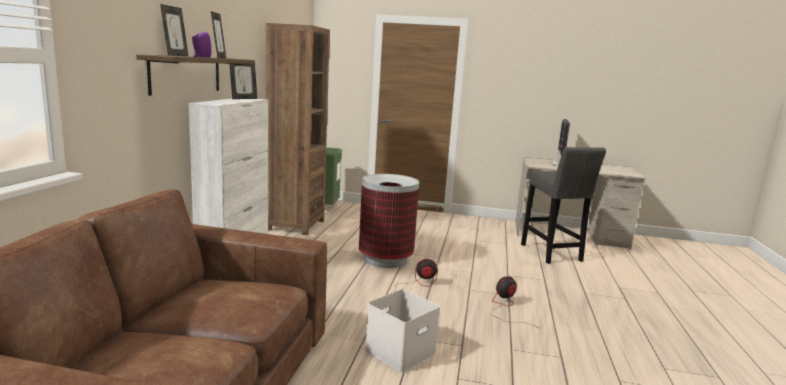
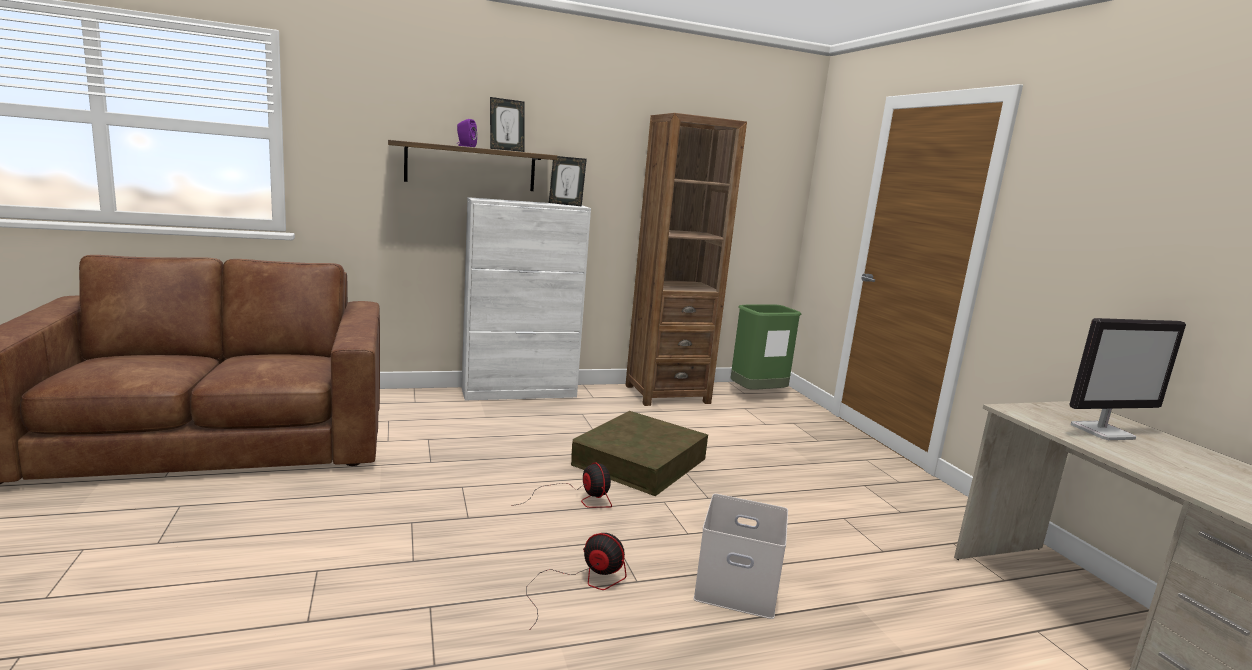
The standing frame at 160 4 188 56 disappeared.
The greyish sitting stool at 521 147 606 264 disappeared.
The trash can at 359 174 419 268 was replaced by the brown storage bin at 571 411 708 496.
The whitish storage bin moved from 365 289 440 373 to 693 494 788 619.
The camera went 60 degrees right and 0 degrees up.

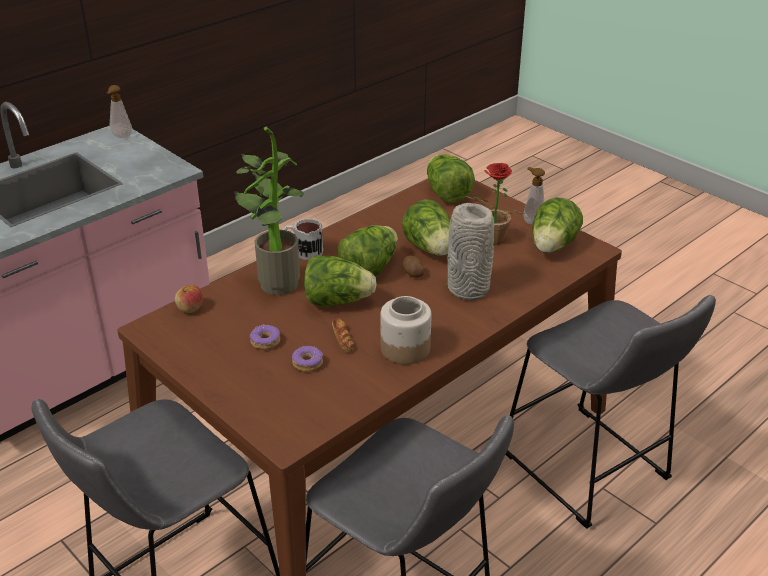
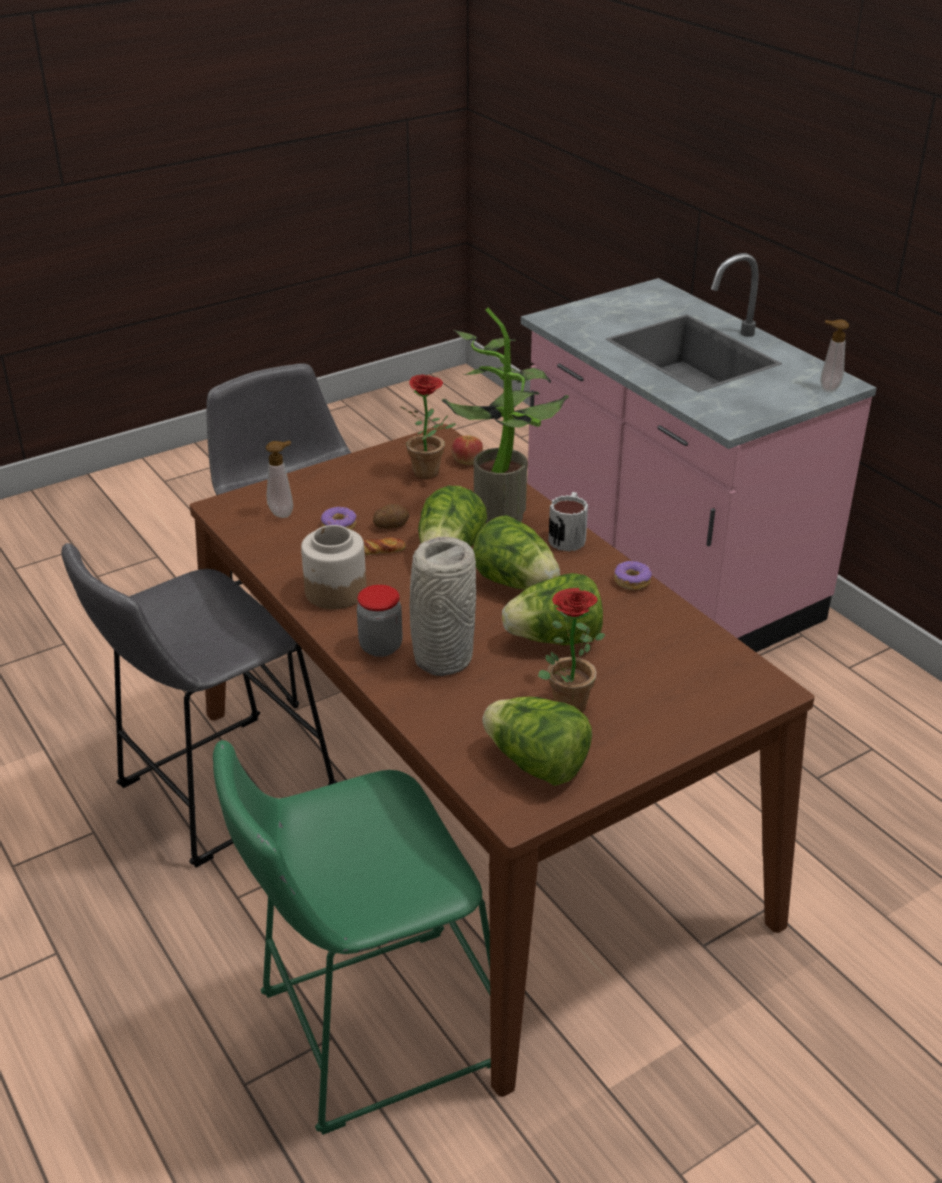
The head of lettuce at 427 154 475 203 disappeared.
The soap bottle moved from 524 167 545 224 to 266 441 293 518.
The potato moved from 403 255 425 278 to 373 504 409 529.
The greyish sitting stool at 506 295 716 529 became the green sitting stool at 213 740 491 1135.
The donut moved from 250 324 280 350 to 614 561 652 590.
The potted plant at 401 375 456 479 appeared.
The storage jar at 357 585 402 657 appeared.
The camera went 100 degrees right and 0 degrees up.

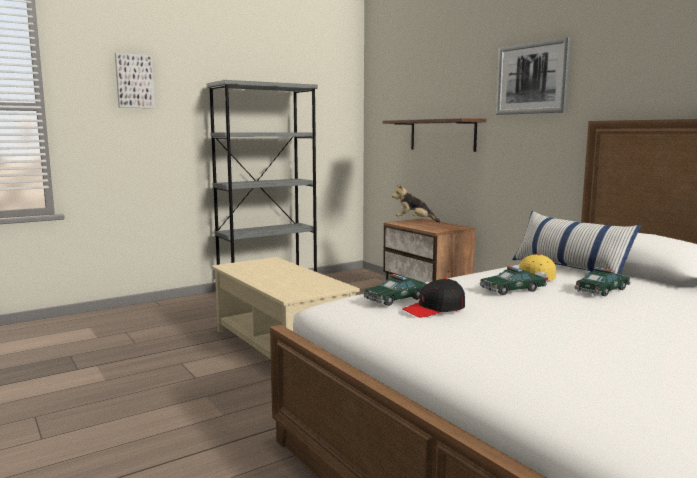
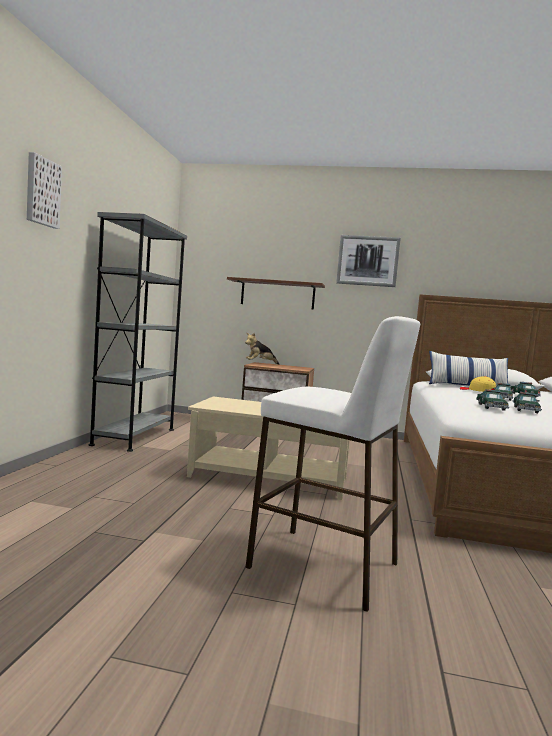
The black-coloured baseball cap at 402 278 465 317 was replaced by the miniature car at 513 392 542 413.
The whitish sitting stool at 245 316 420 612 appeared.
The camera went 45 degrees left and 5 degrees down.

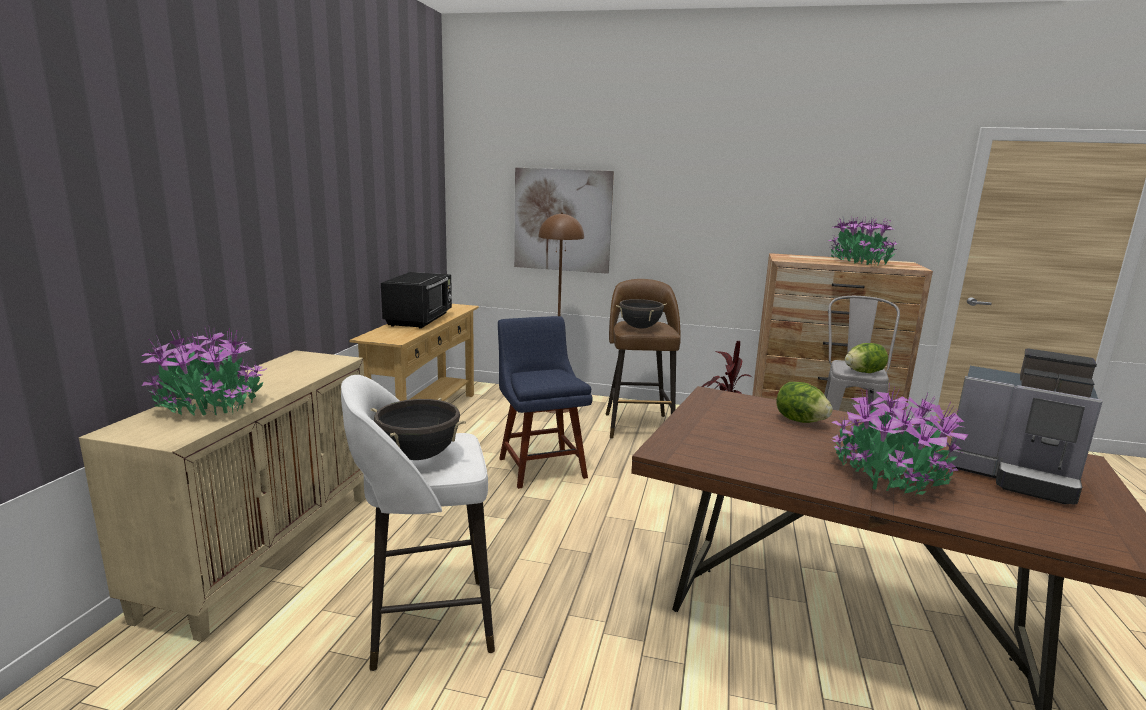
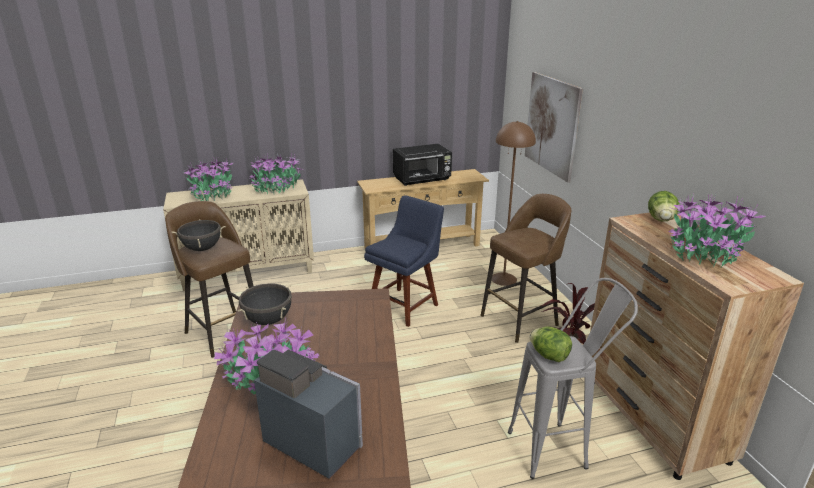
The black-coloured cooking pot moved from 616 299 667 329 to 237 283 292 325.
The coffee machine at 947 348 1103 505 turned 120 degrees clockwise.
The whitish sitting stool at 341 375 495 671 became the brown sitting stool at 165 201 253 358.
The head of lettuce moved from 776 382 833 423 to 648 191 680 221.
The potted plant at 250 154 303 195 appeared.
The camera went 60 degrees right and 10 degrees up.

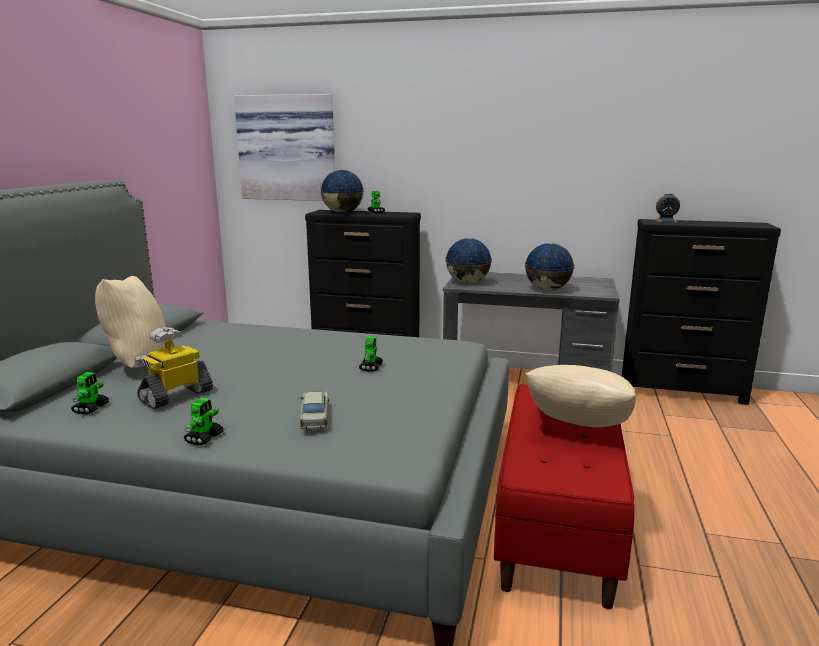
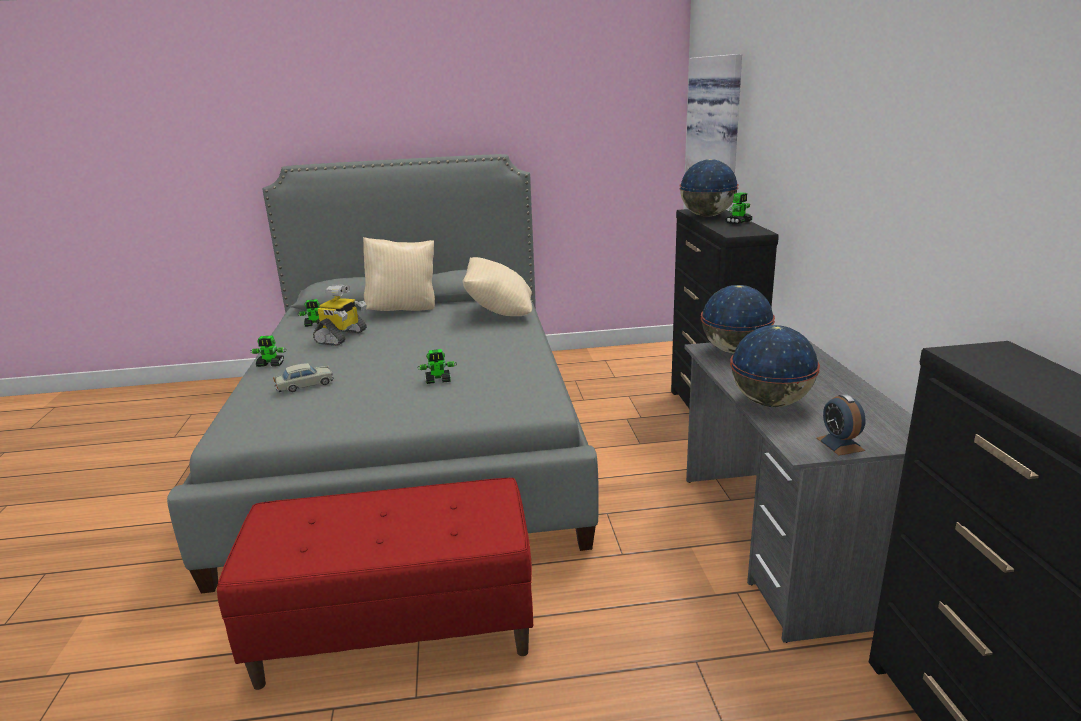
The alarm clock moved from 655 193 680 223 to 816 394 866 456.
The model robot at 134 327 213 409 turned 90 degrees clockwise.
The beige cushion moved from 526 365 636 427 to 463 257 532 316.
The camera went 70 degrees right and 5 degrees up.

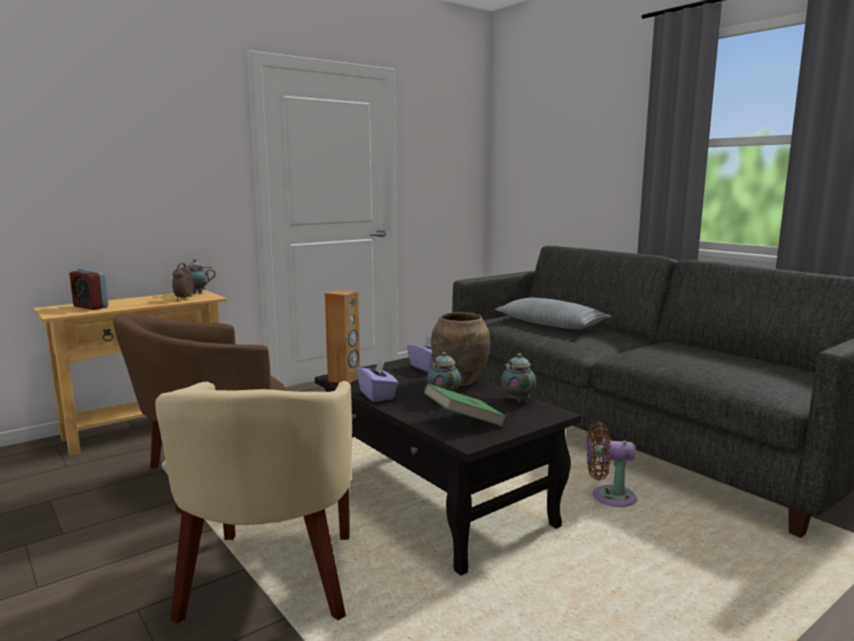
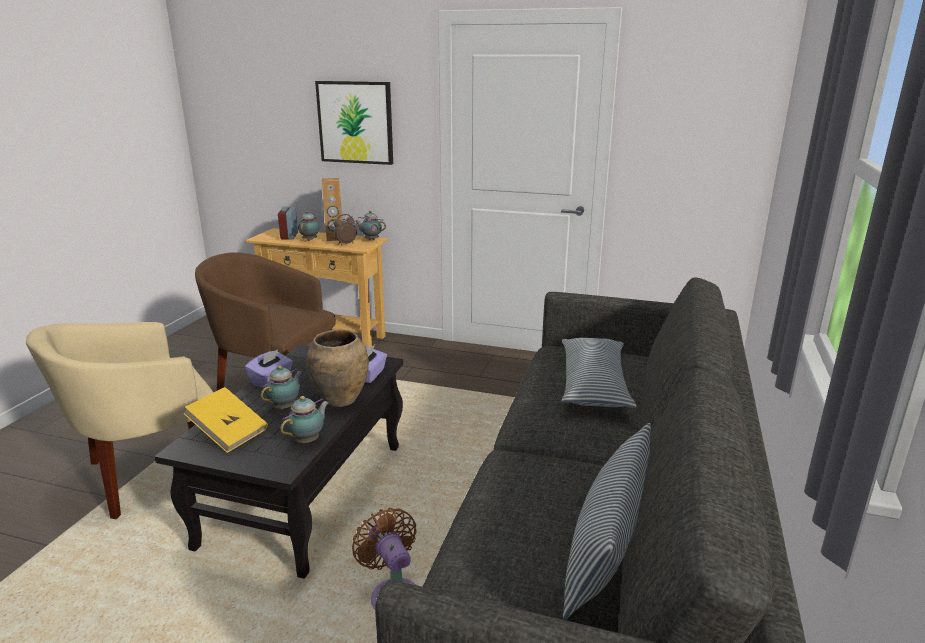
The brown audio speaker moved from 325 290 360 383 to 322 178 342 241.
The green volume at 424 384 507 427 became the yellow volume at 184 387 268 453.
The picture at 315 81 393 165 appeared.
The pot for tea at 298 211 320 241 appeared.
The cushion at 563 423 651 620 appeared.
The camera went 55 degrees right and 10 degrees up.

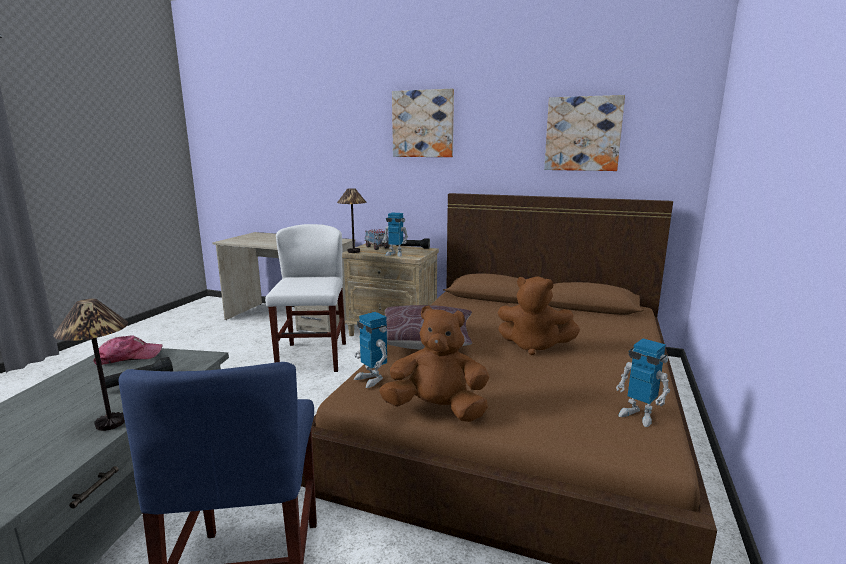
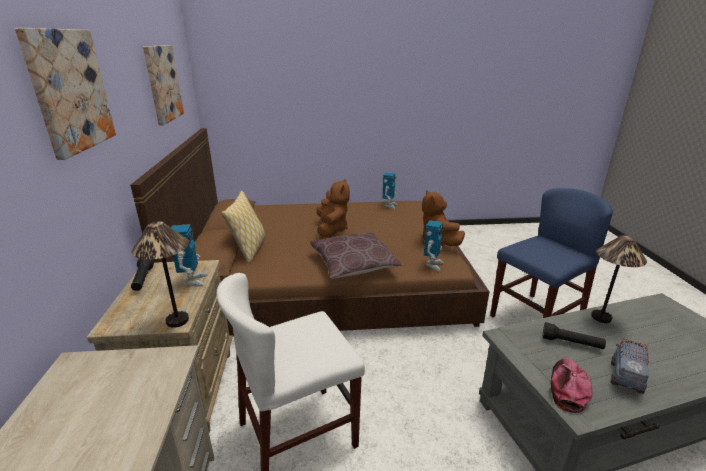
The toy truck moved from 365 229 389 250 to 610 339 649 394.
The baseball cap at 93 335 163 365 turned 75 degrees clockwise.
The cushion at 221 191 266 263 appeared.
The camera went 115 degrees left and 10 degrees up.

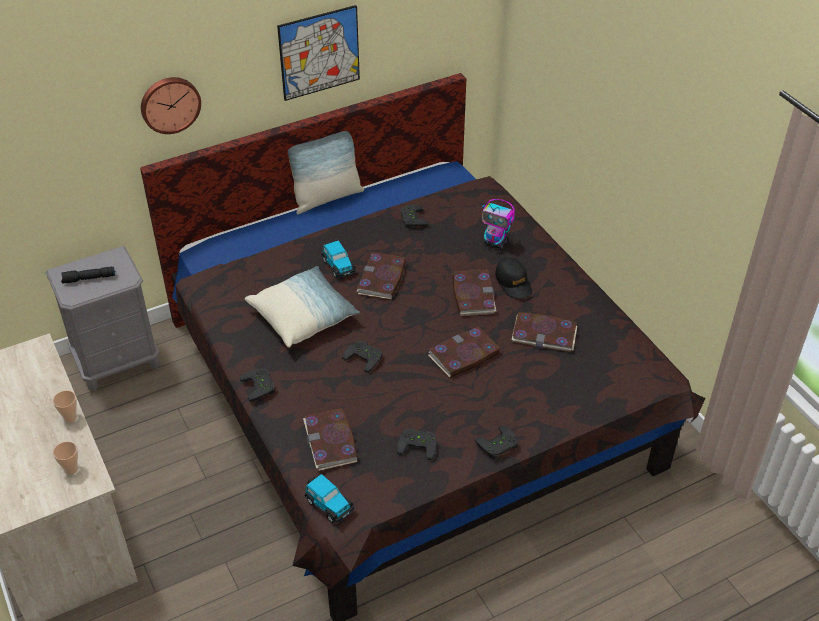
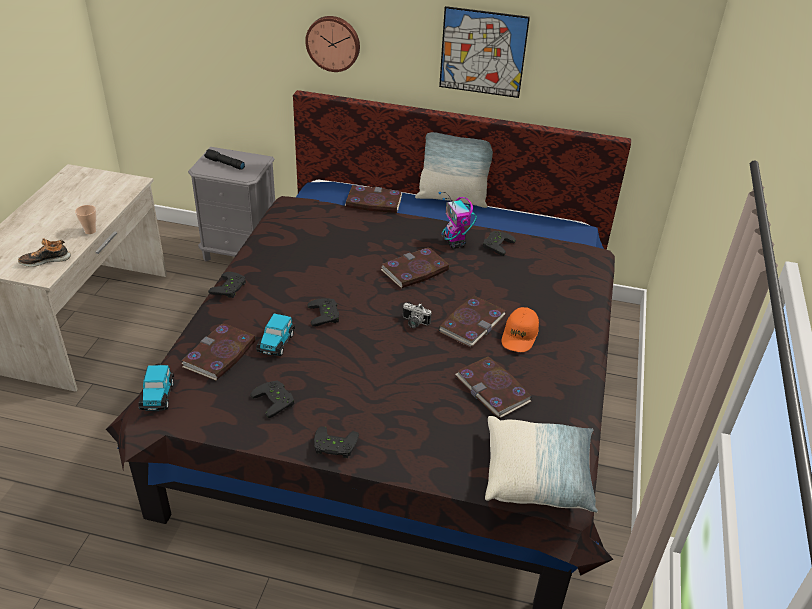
The model robot moved from 482 199 515 249 to 438 191 477 248.
The miniature car moved from 322 241 356 278 to 256 313 295 356.
The black-coloured baseball cap at 495 257 532 299 became the orangey baseball cap at 502 307 539 352.
The cushion moved from 245 266 360 348 to 485 416 598 513.
The volume moved from 428 327 500 377 to 345 185 402 213.
The drinking cup at 53 441 78 475 was replaced by the shoe at 18 238 71 267.
The still camera at 403 303 432 328 appeared.
The camera went 40 degrees right and 5 degrees down.

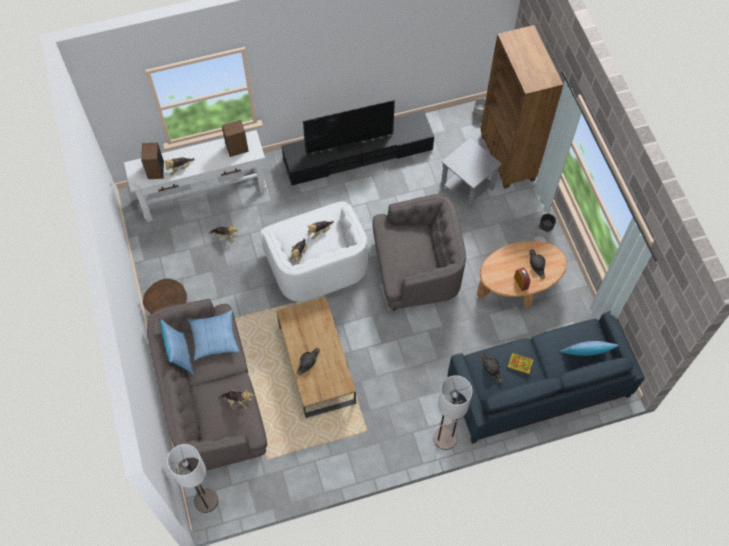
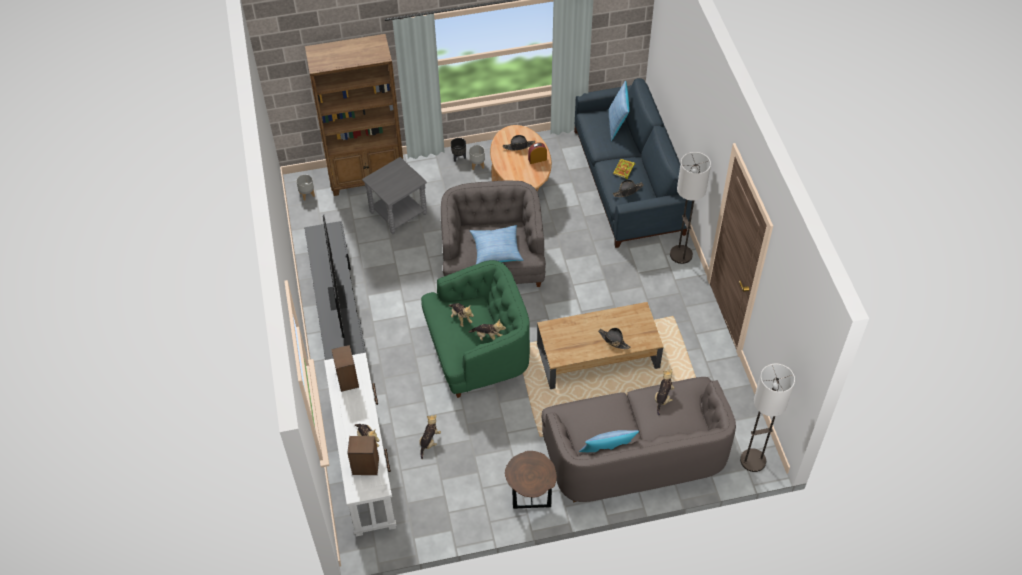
The whitish armchair at 260 201 368 302 became the green armchair at 421 260 530 398.
The cushion moved from 188 310 239 361 to 470 225 523 264.
The camera went 85 degrees left and 10 degrees down.

